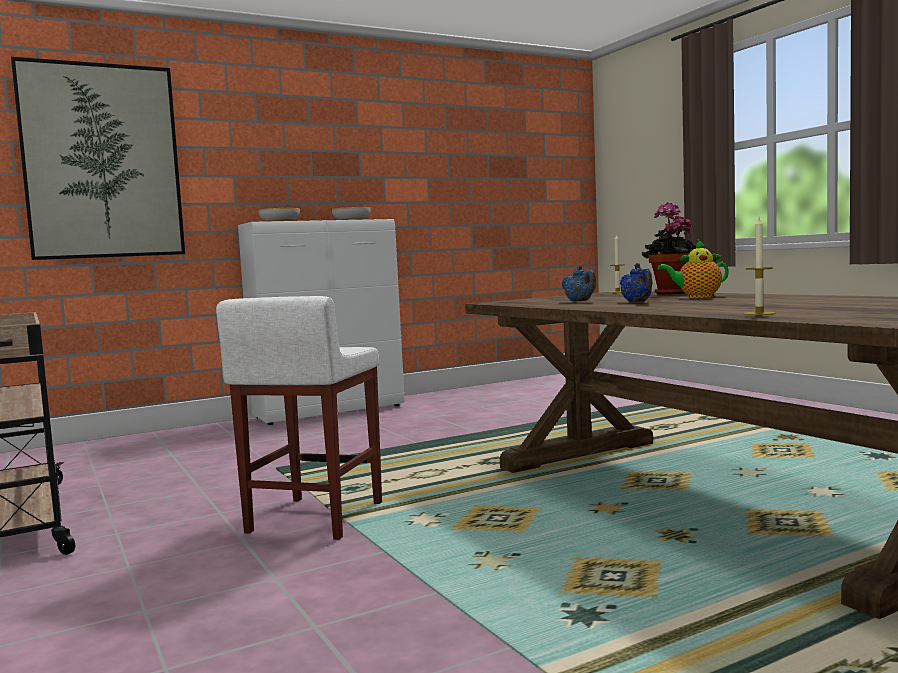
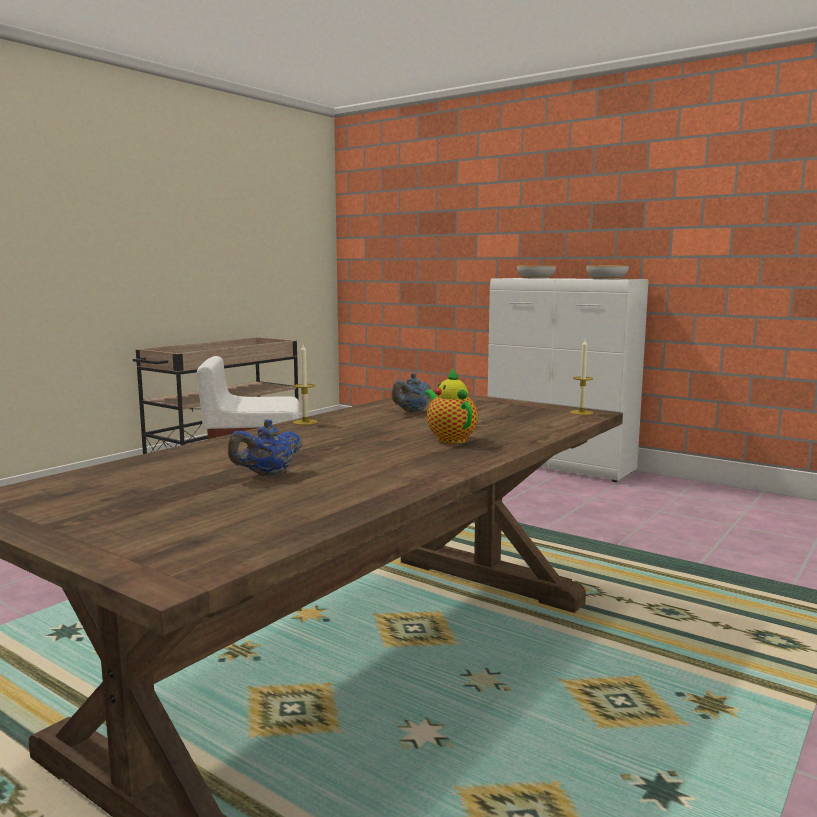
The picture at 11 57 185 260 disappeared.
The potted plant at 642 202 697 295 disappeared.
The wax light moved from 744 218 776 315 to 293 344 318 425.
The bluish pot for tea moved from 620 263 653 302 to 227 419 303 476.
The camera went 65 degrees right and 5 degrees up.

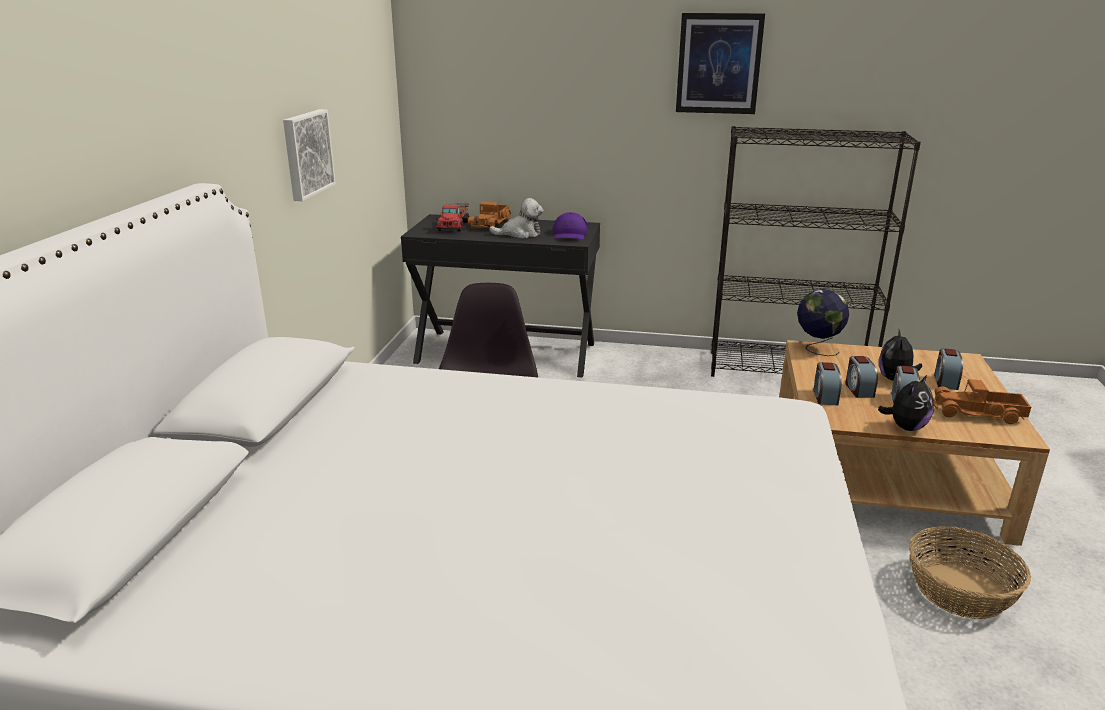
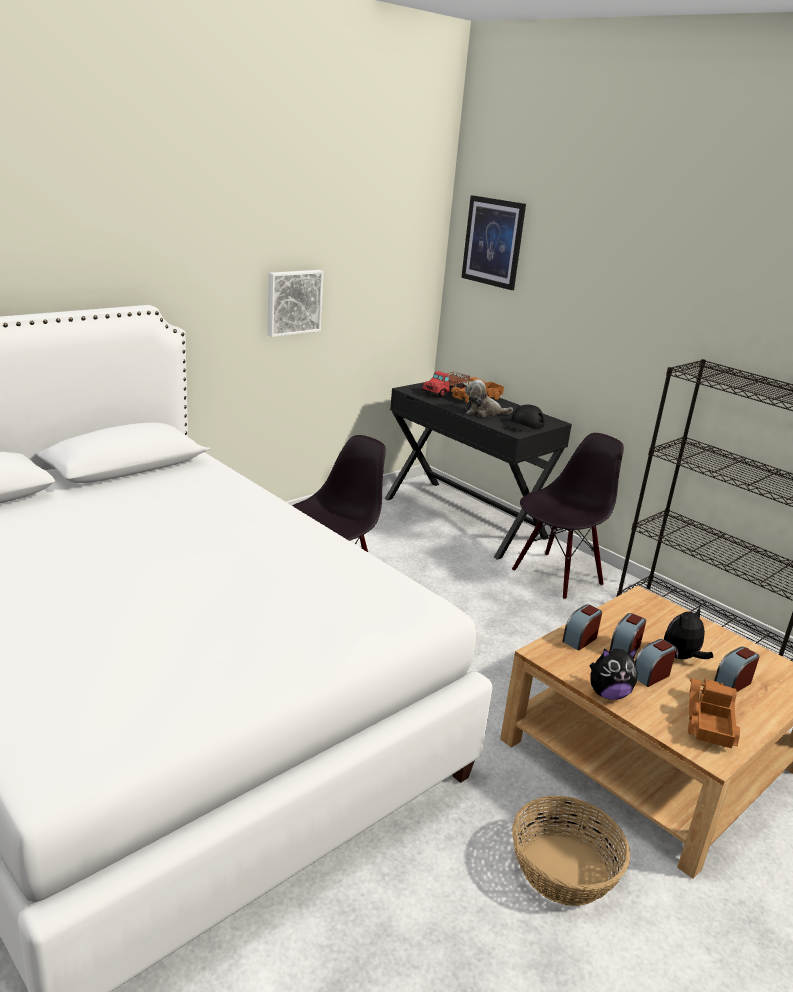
The picture moved from 676 13 765 114 to 461 195 526 290.
The cuddly toy at 489 198 544 239 turned 150 degrees clockwise.
The purple baseball cap at 553 212 588 239 became the black-coloured baseball cap at 503 405 545 432.
The globe at 797 289 849 356 disappeared.
The toy truck at 933 379 1031 424 turned 60 degrees clockwise.
The black-coloured chair at 512 433 624 600 appeared.
The camera went 35 degrees right and 0 degrees up.

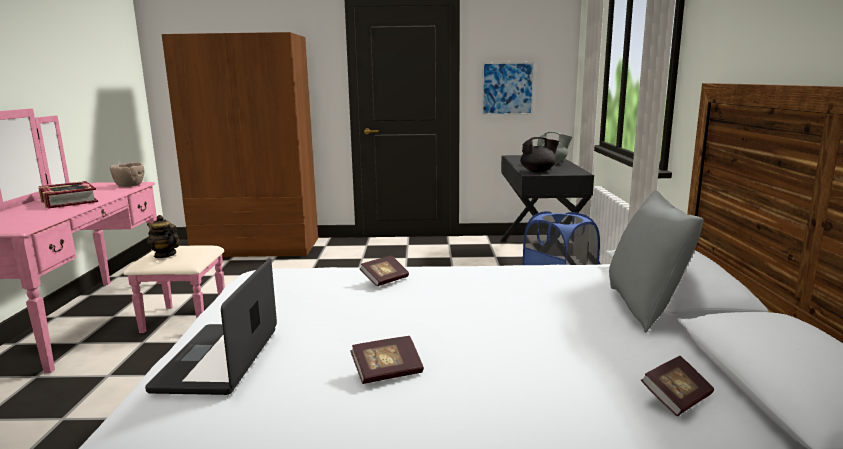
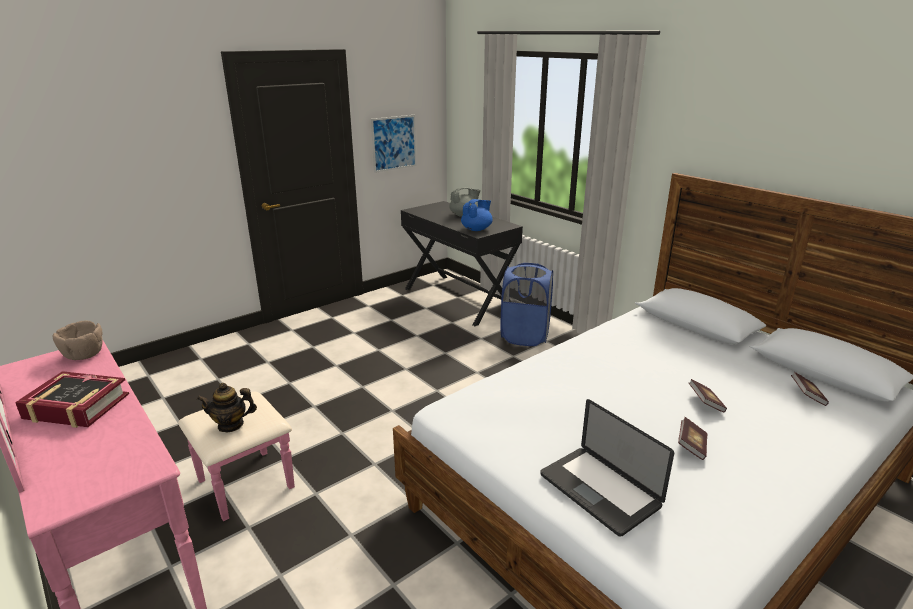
The brown wardrobe at 162 32 318 257 disappeared.
The black-coloured pot for tea at 520 137 559 172 became the bluish pot for tea at 461 199 493 231.
The greyish cushion at 609 190 704 332 disappeared.
The volume moved from 359 256 409 286 to 689 379 727 413.
The camera went 40 degrees left and 10 degrees up.

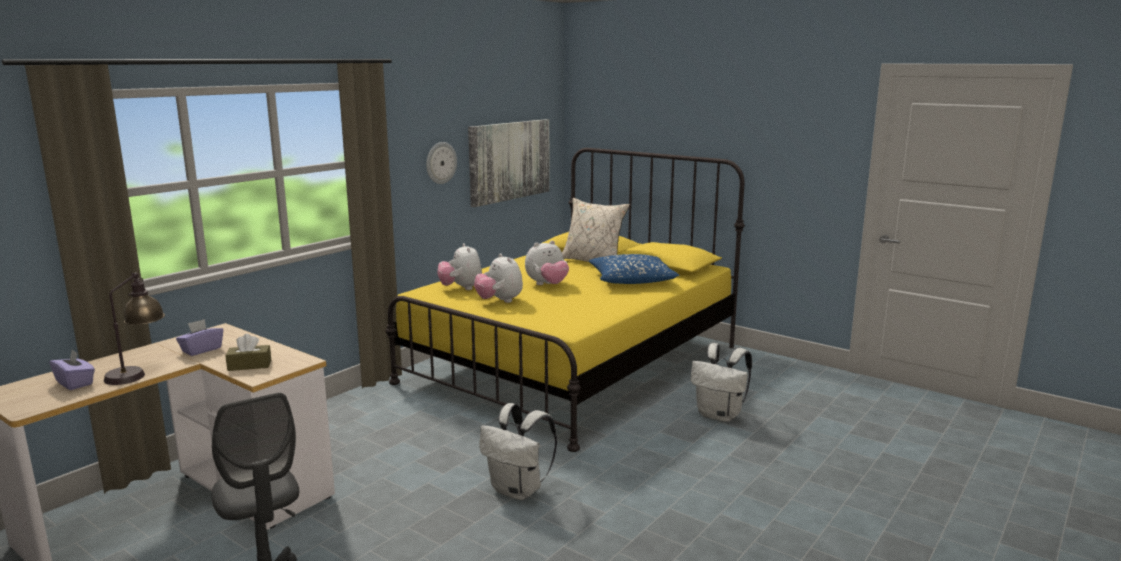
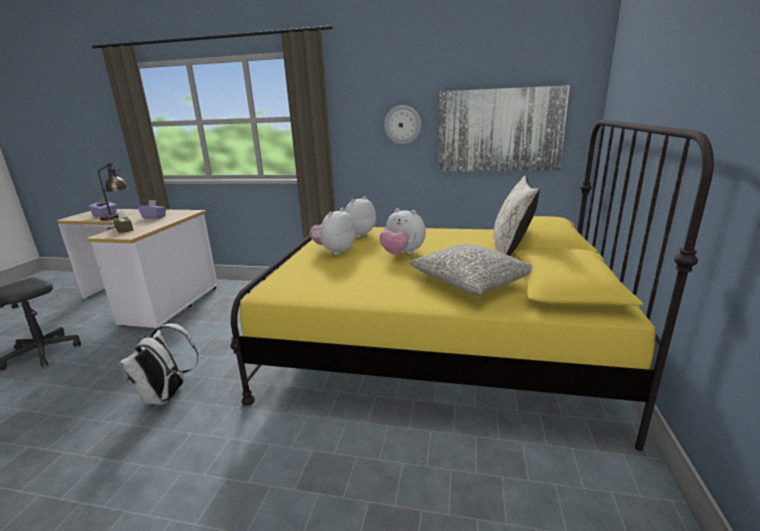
The bluish cushion at 589 254 679 284 became the greyish cushion at 410 244 532 295.
The whitish backpack at 691 343 752 422 disappeared.
The camera went 65 degrees right and 5 degrees up.

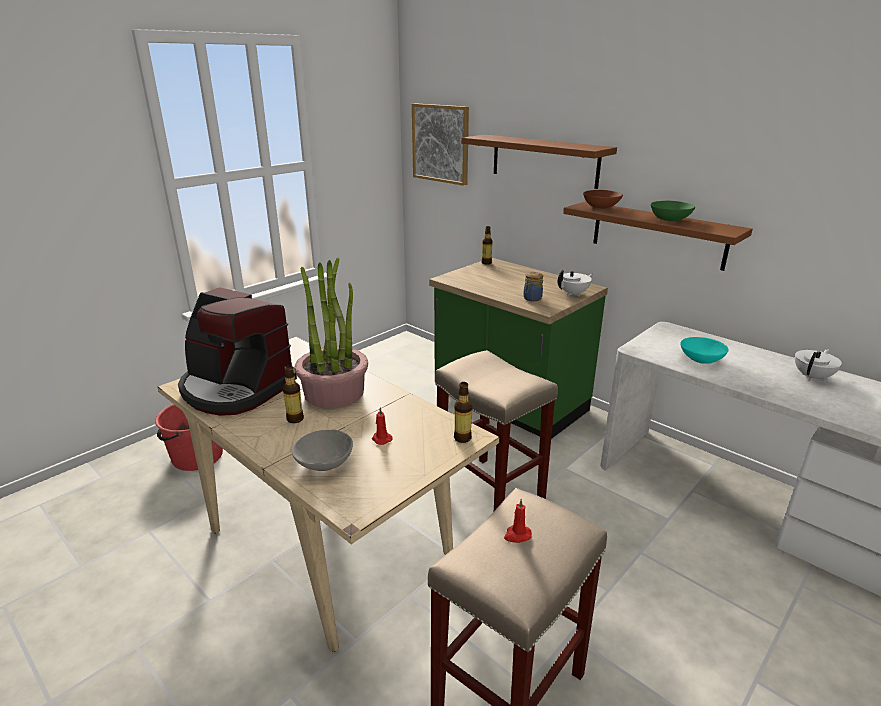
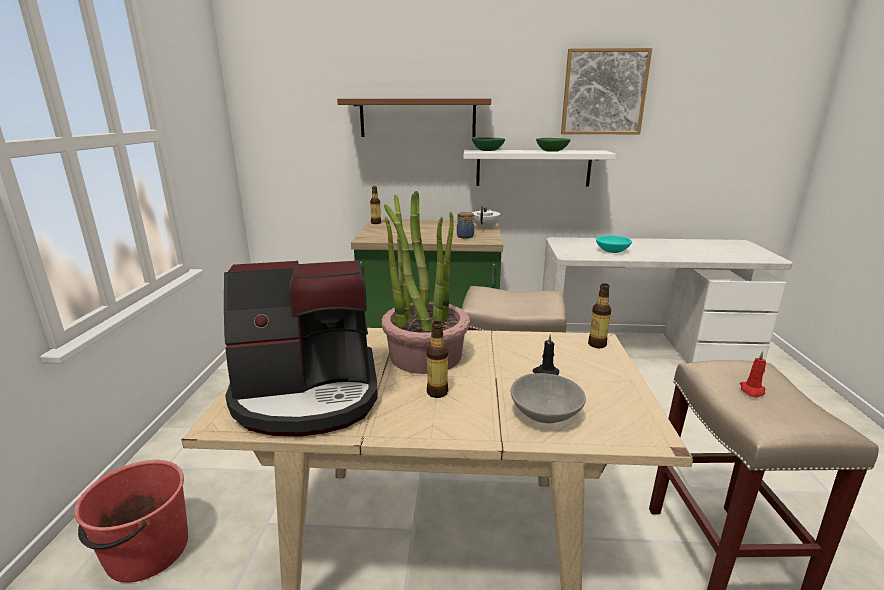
The picture moved from 412 103 469 186 to 561 48 652 134.
The brown bowl at 583 190 623 208 became the green bowl at 472 137 505 151.
The brown wall shelf at 563 201 753 271 became the whitish wall shelf at 464 150 616 187.
The whitish pot for tea at 795 349 842 381 disappeared.
The red wax light at 372 407 393 445 became the black-coloured wax light at 532 334 559 375.
The camera went 40 degrees left and 5 degrees down.

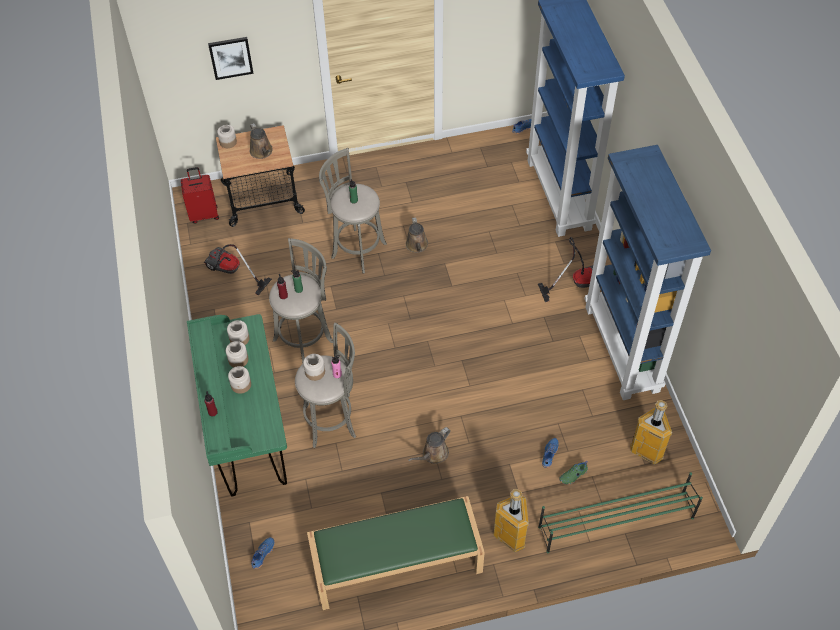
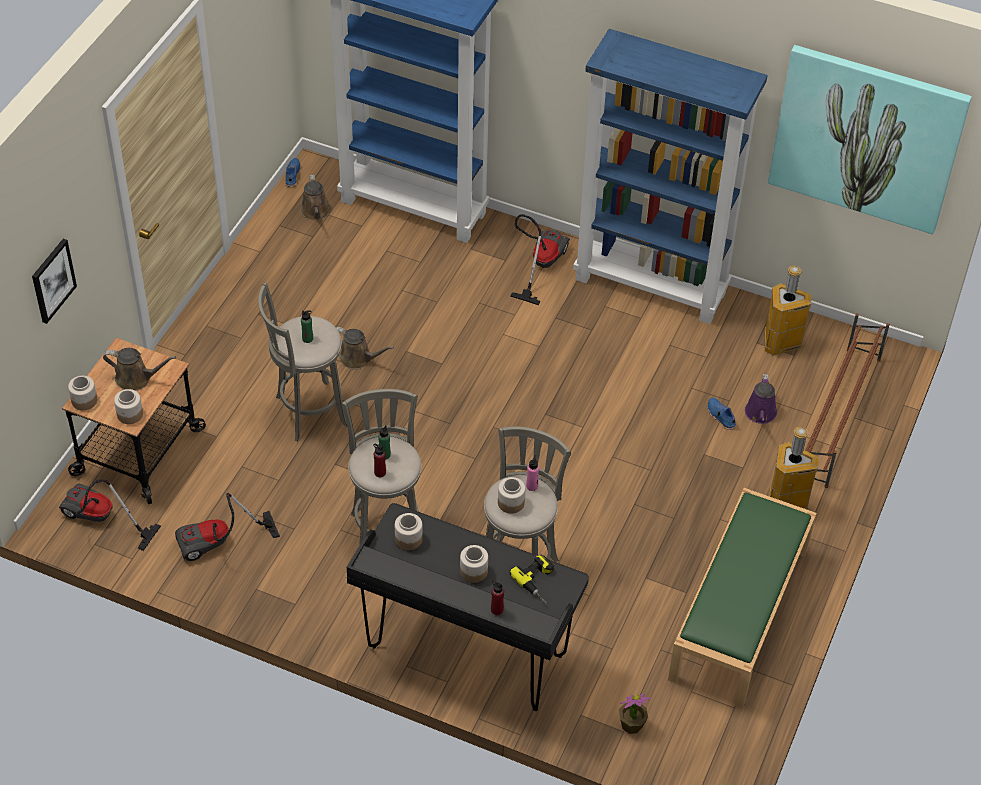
The red suitcase at 181 167 219 223 was replaced by the vacuum cleaner at 59 479 161 551.
The green desk table at 187 314 287 496 became the black-coloured desk table at 347 503 589 711.
The storage jar moved from 226 341 248 368 to 114 389 143 424.
The brown watering pot moved from 408 427 451 464 to 301 175 330 220.
The green shoe at 559 461 588 484 was replaced by the purple watering pot at 745 374 777 424.
The green shoe stand at 538 472 703 553 became the brown shoe stand at 806 313 890 488.
The bluish shoe at 251 537 274 569 was replaced by the potted plant at 619 694 651 734.
The picture at 768 45 972 234 appeared.
The power drill at 510 554 554 605 appeared.
The camera went 55 degrees left and 5 degrees down.

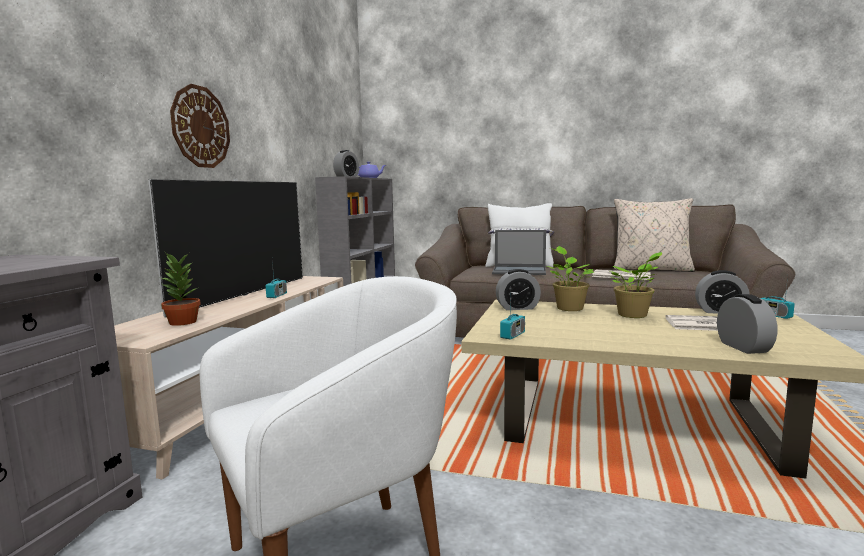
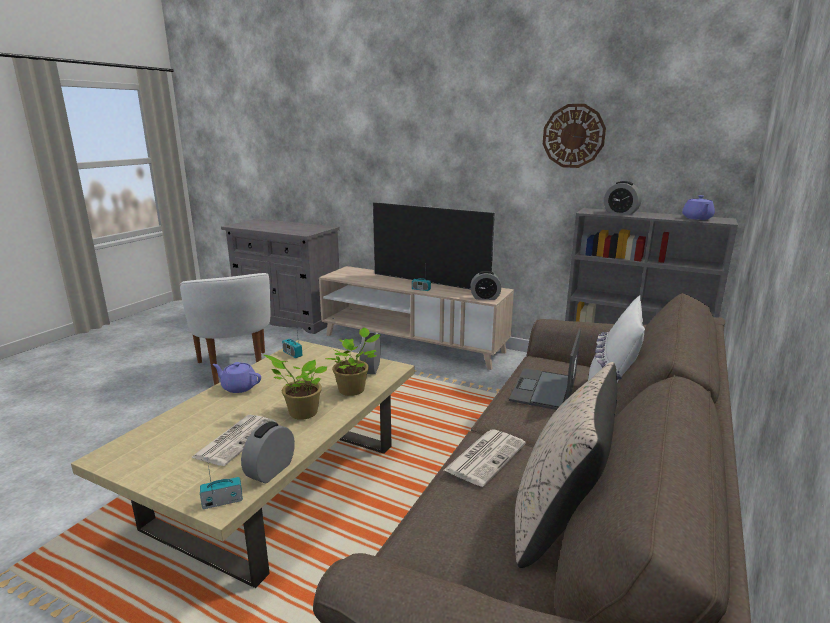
The wall clock moved from 170 84 230 168 to 543 104 606 168.
The potted plant at 160 253 201 326 disappeared.
The alarm clock moved from 717 294 778 354 to 471 271 501 300.
The purple pot for tea at 212 362 261 393 appeared.
The camera went 100 degrees right and 10 degrees up.

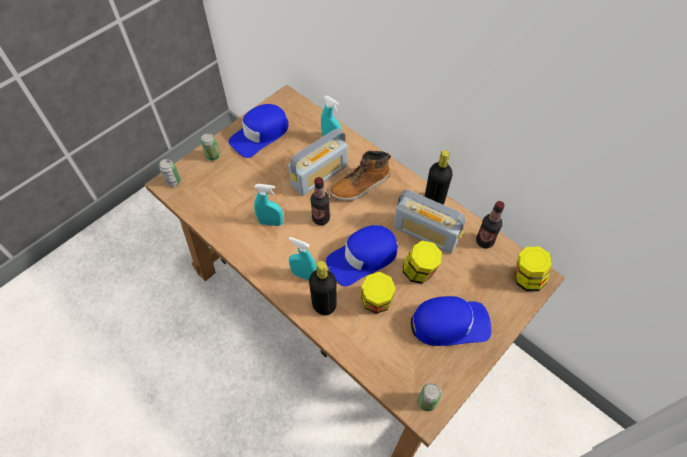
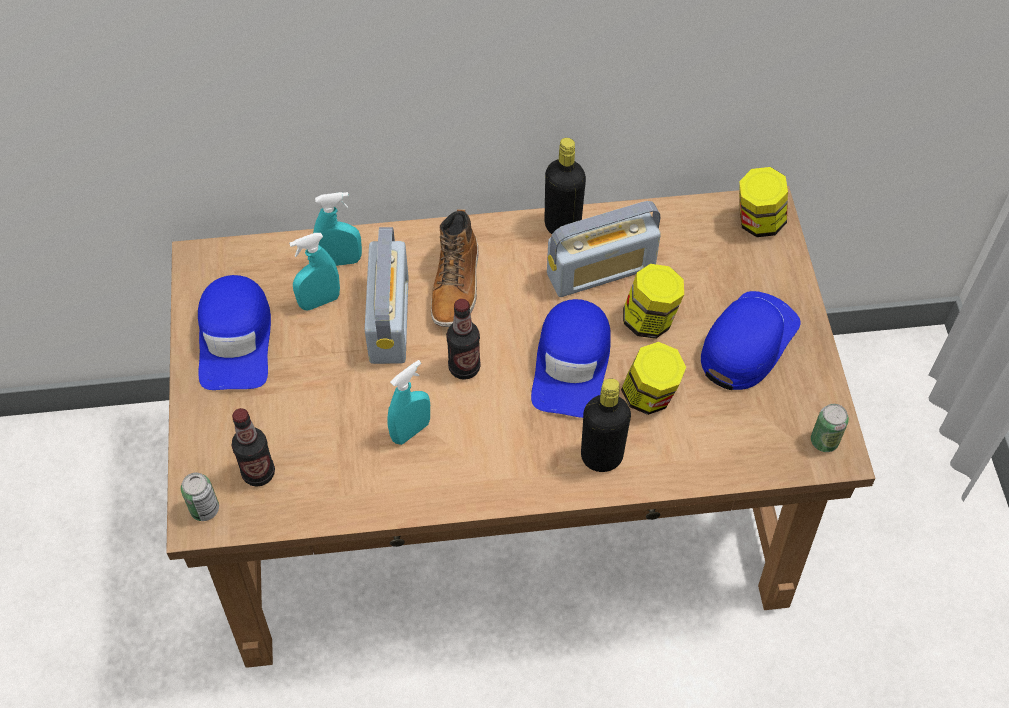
The can at 201 133 220 161 disappeared.
The drink bottle moved from 476 201 505 248 to 231 408 275 487.
The turquoise-coloured spray bottle moved from 289 237 316 281 to 289 233 340 310.
The camera went 50 degrees left and 0 degrees up.

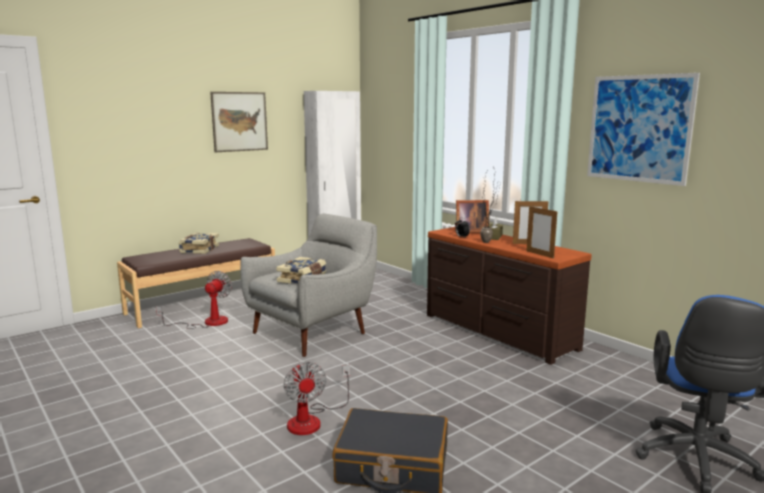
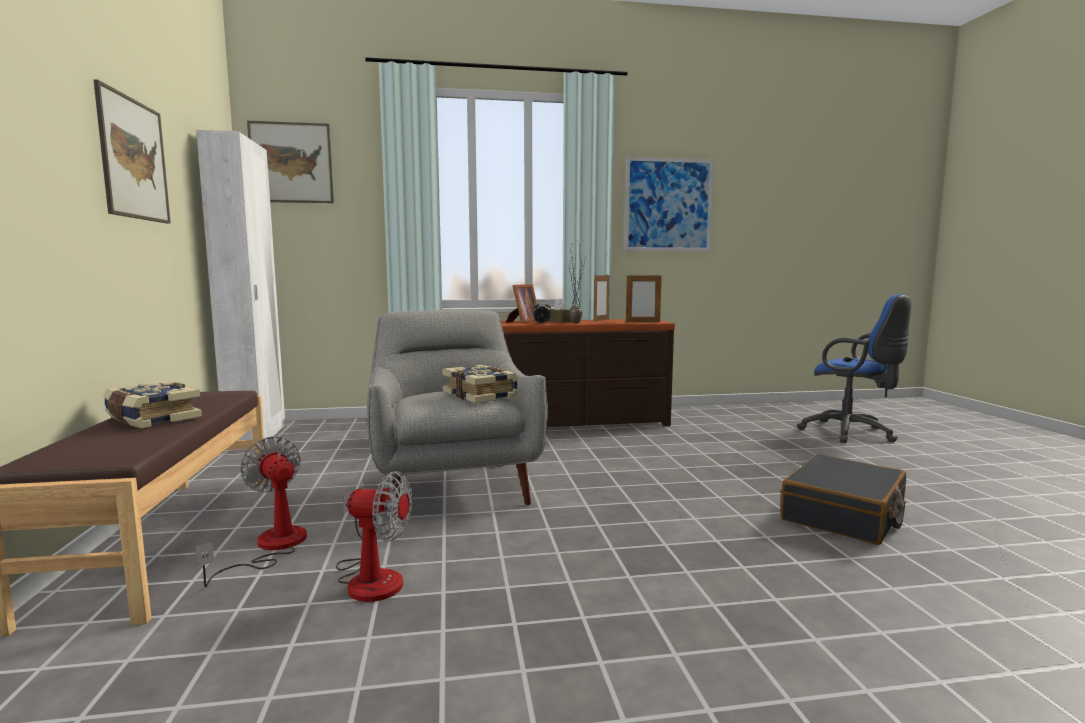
The electric fan moved from 283 362 350 435 to 336 471 412 602.
The picture at 247 121 334 203 appeared.
The camera went 60 degrees left and 5 degrees down.

